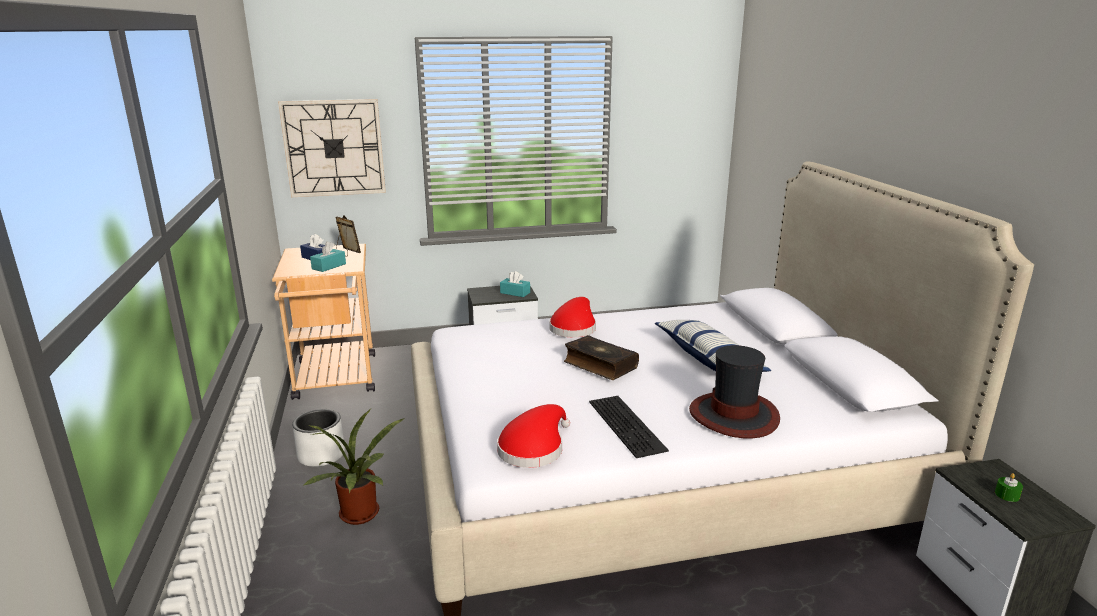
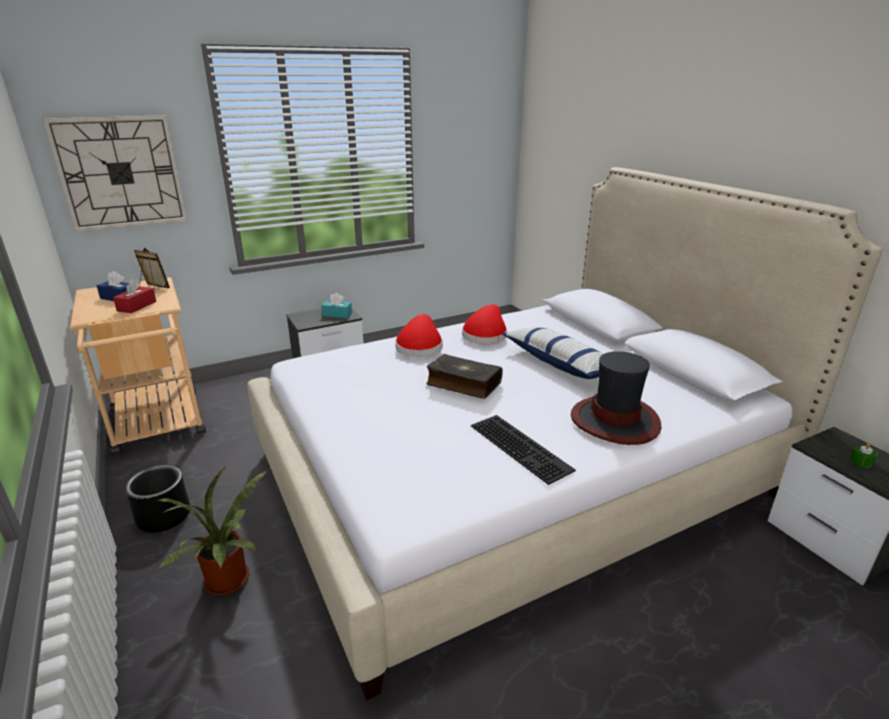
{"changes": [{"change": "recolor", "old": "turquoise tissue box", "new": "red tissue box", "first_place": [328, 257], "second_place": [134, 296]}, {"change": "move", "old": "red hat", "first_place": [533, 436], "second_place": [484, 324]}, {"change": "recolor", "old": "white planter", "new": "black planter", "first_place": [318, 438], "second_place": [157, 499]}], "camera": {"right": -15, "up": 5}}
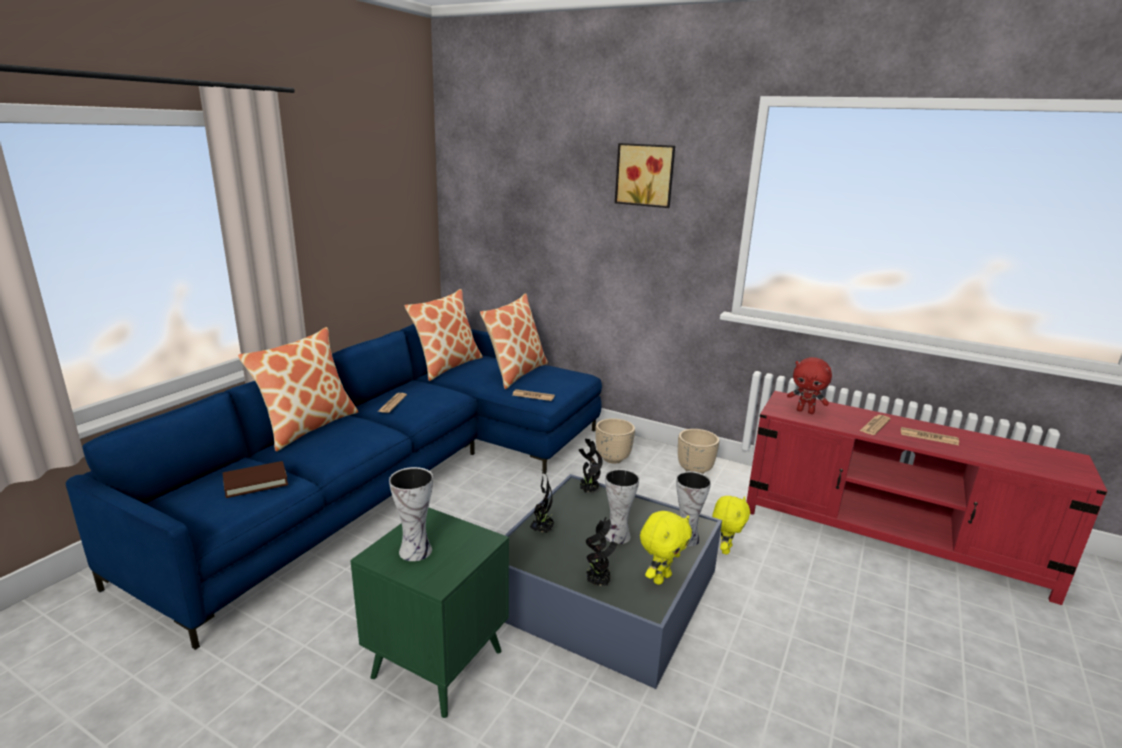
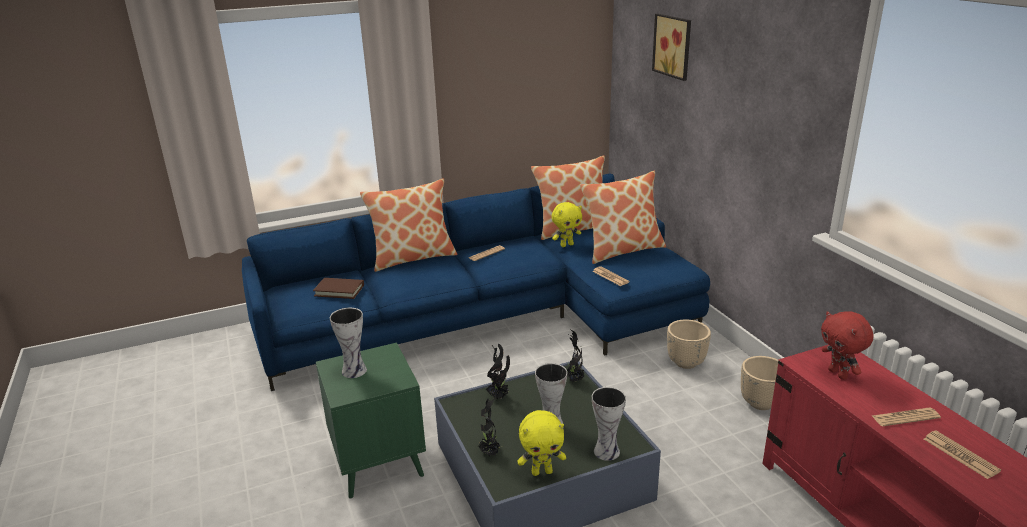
{"changes": [{"change": "move", "old": "picture", "first_place": [645, 175], "second_place": [671, 47]}, {"change": "move", "old": "yellow plush toy", "first_place": [731, 525], "second_place": [567, 224]}], "camera": {"right": 40, "up": 5}}
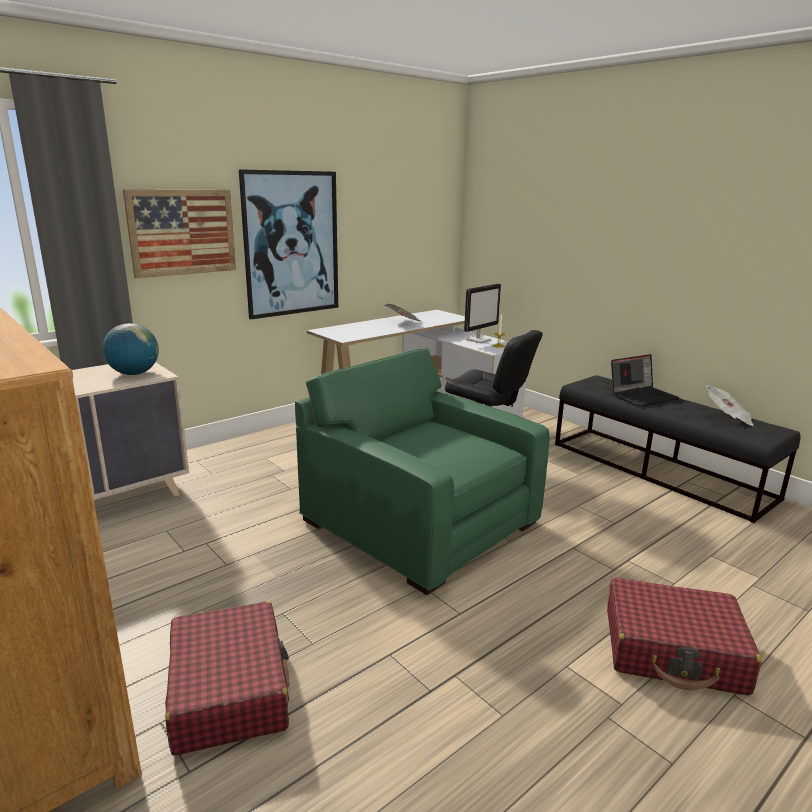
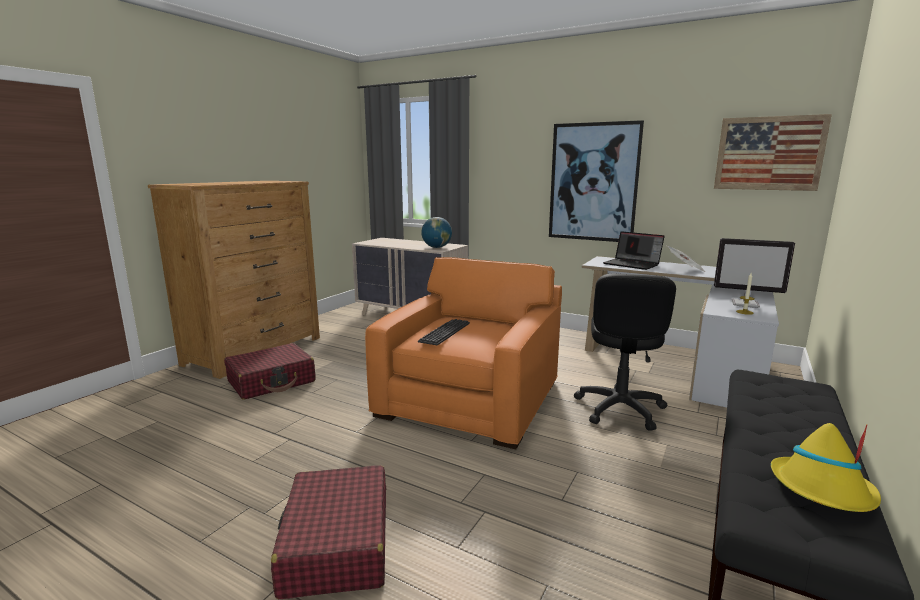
{"changes": [{"change": "move", "old": "picture", "first_place": [179, 233], "second_place": [773, 152]}, {"change": "recolor", "old": "green armchair", "new": "orange armchair", "first_place": [422, 471], "second_place": [463, 353]}, {"change": "move", "old": "laptop", "first_place": [645, 380], "second_place": [634, 250]}, {"change": "replace", "old": "newspaper", "new": "yellow hat", "first_place": [729, 406], "second_place": [826, 467]}, {"change": "insert", "new": "keyboard", "second_place": [444, 332]}], "camera": {"right": 70, "up": -5}}
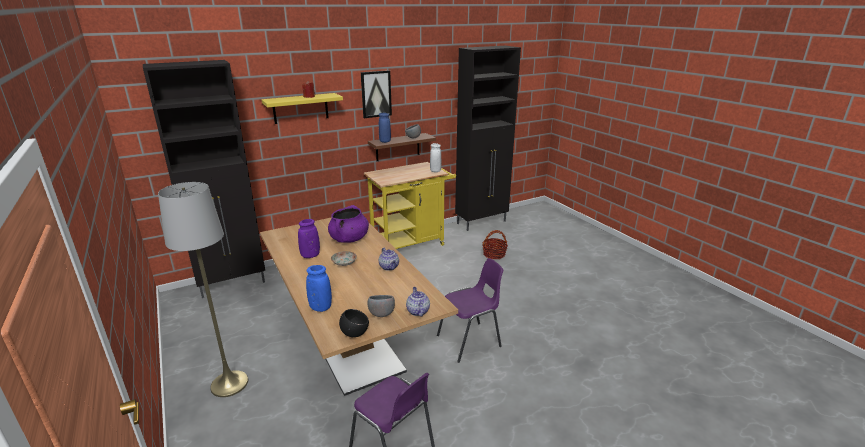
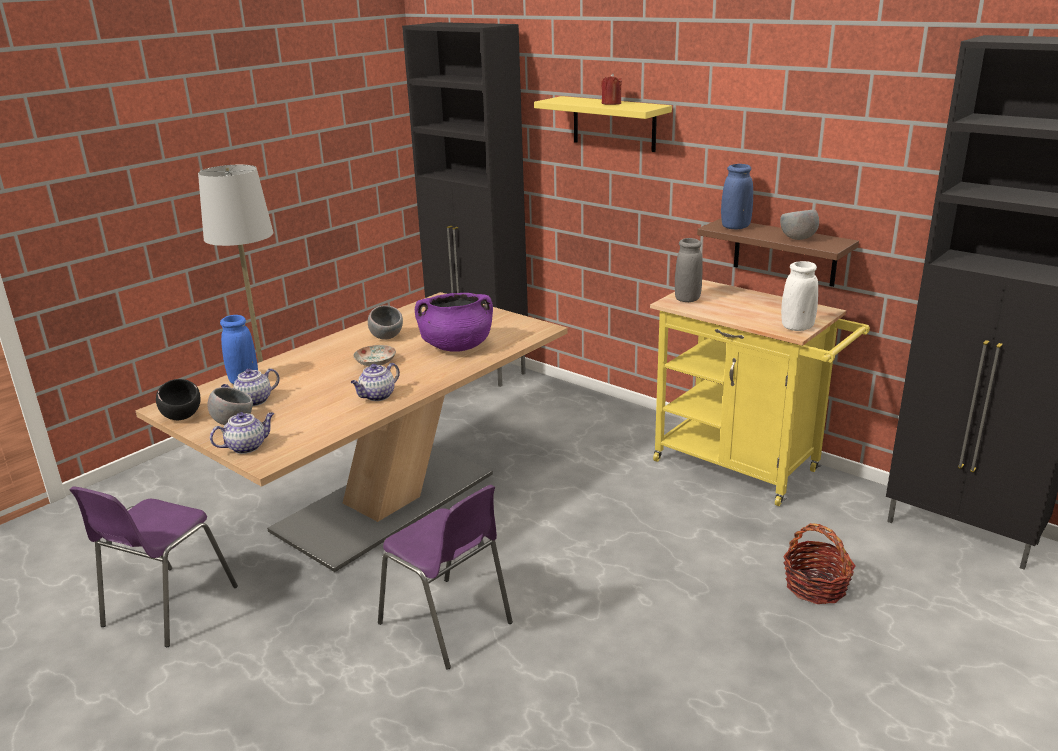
{"changes": [{"change": "delete", "old": "picture", "first_place": [376, 94]}, {"change": "replace", "old": "purple vase", "new": "grey bowl", "first_place": [309, 238], "second_place": [385, 322]}, {"change": "insert", "new": "grey vase", "second_place": [689, 270]}, {"change": "insert", "new": "teapot", "second_place": [250, 387]}], "camera": {"right": 70, "up": 0}}
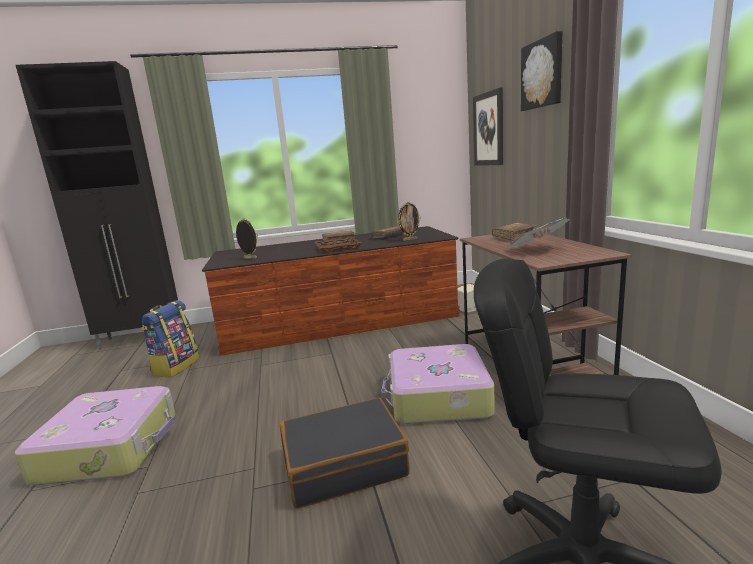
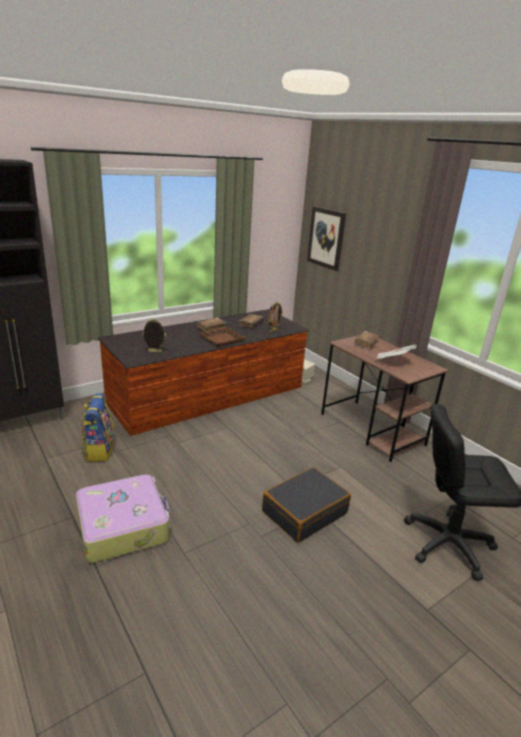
{"changes": [{"change": "delete", "old": "picture", "first_place": [542, 71]}, {"change": "delete", "old": "suitcase", "first_place": [438, 384]}], "camera": {"right": -25, "up": 10}}
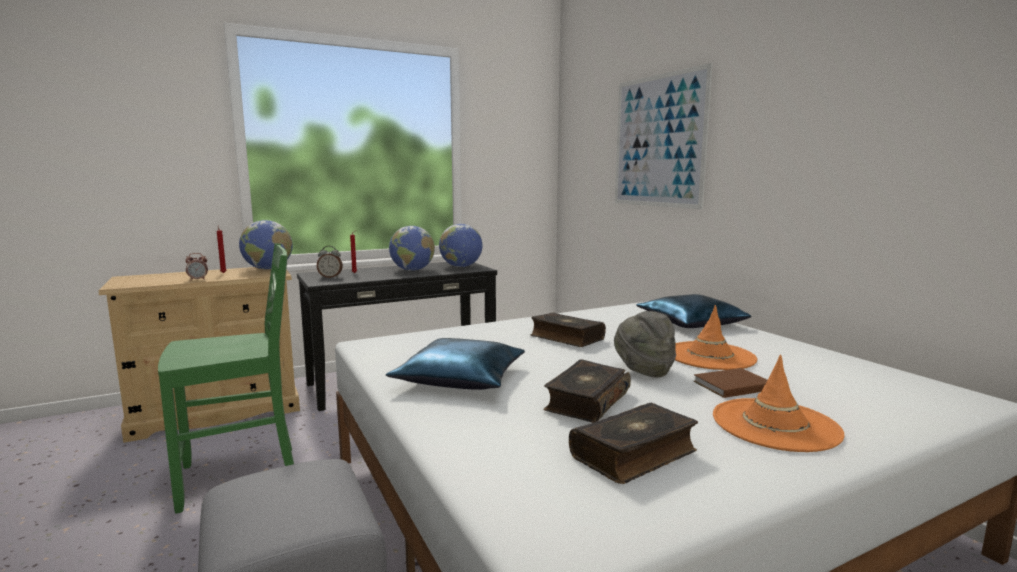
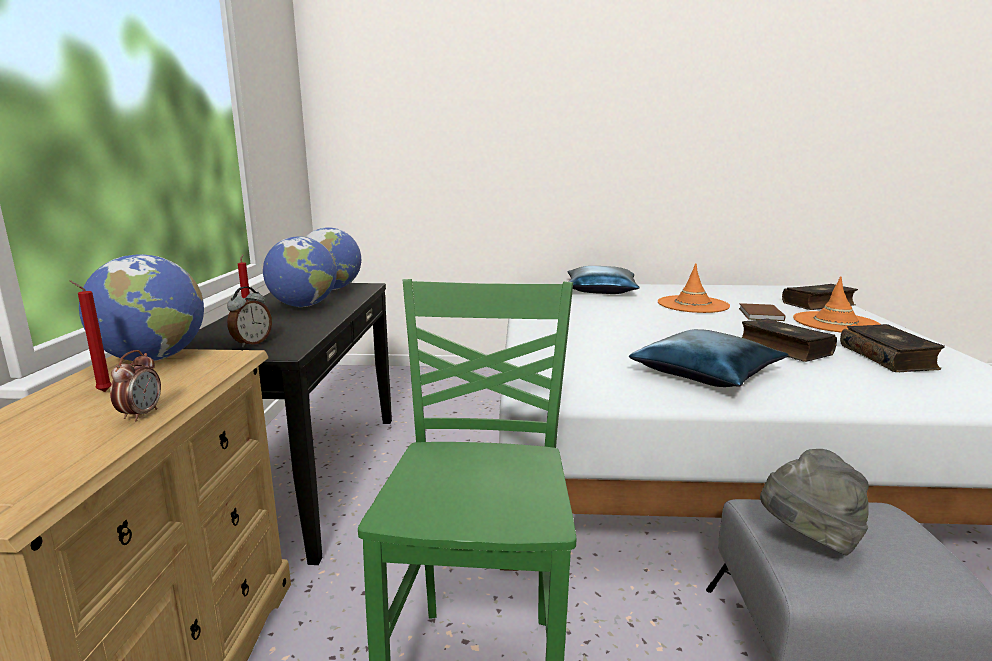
{"changes": [{"change": "delete", "old": "picture", "first_place": [664, 136]}, {"change": "move", "old": "grey hat", "first_place": [645, 344], "second_place": [814, 502]}, {"change": "move", "old": "book", "first_place": [568, 330], "second_place": [820, 297]}], "camera": {"right": -60, "up": 5}}
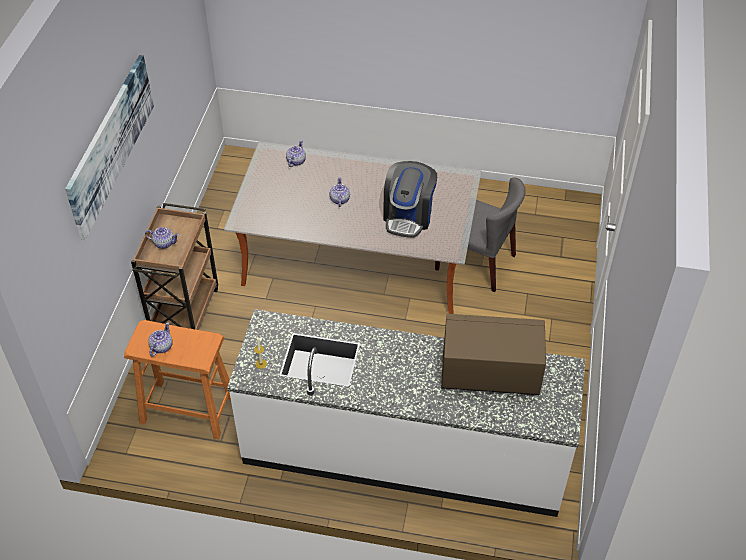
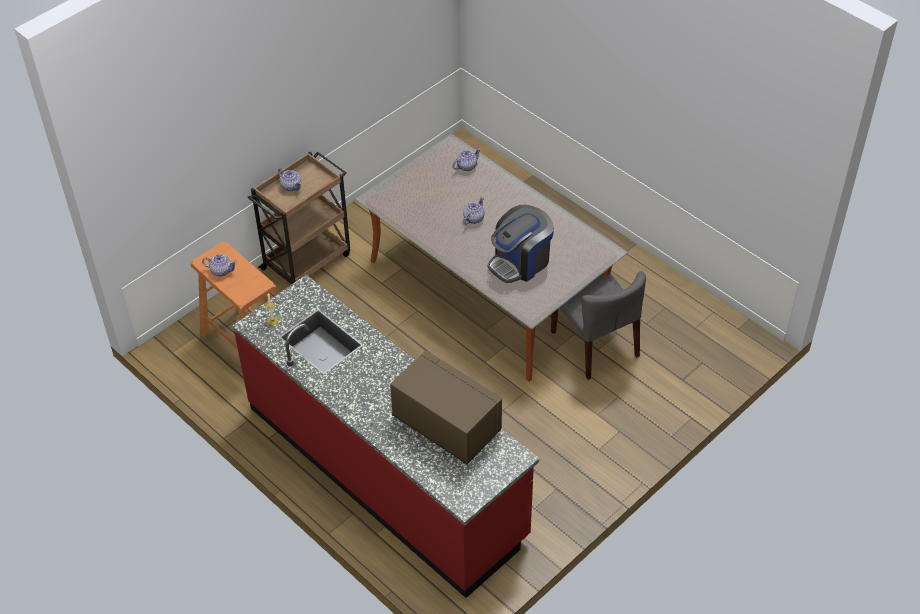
{"changes": [{"change": "delete", "old": "picture", "first_place": [109, 147]}, {"change": "recolor", "old": "white counter", "new": "red counter", "first_place": [406, 413], "second_place": [385, 436]}, {"change": "rotate", "old": "teapot", "first_place": [160, 339], "second_place": [219, 265], "degrees": 45}], "camera": {"right": 35, "up": 0}}
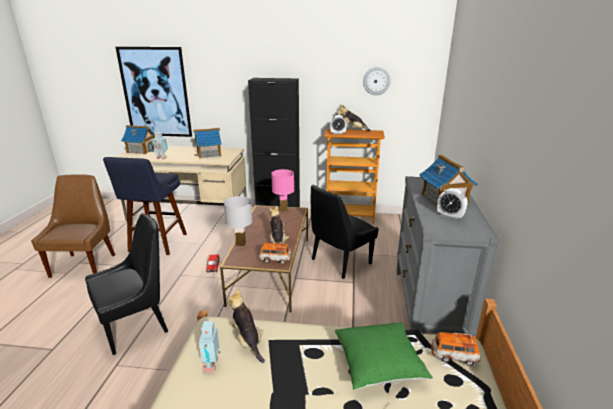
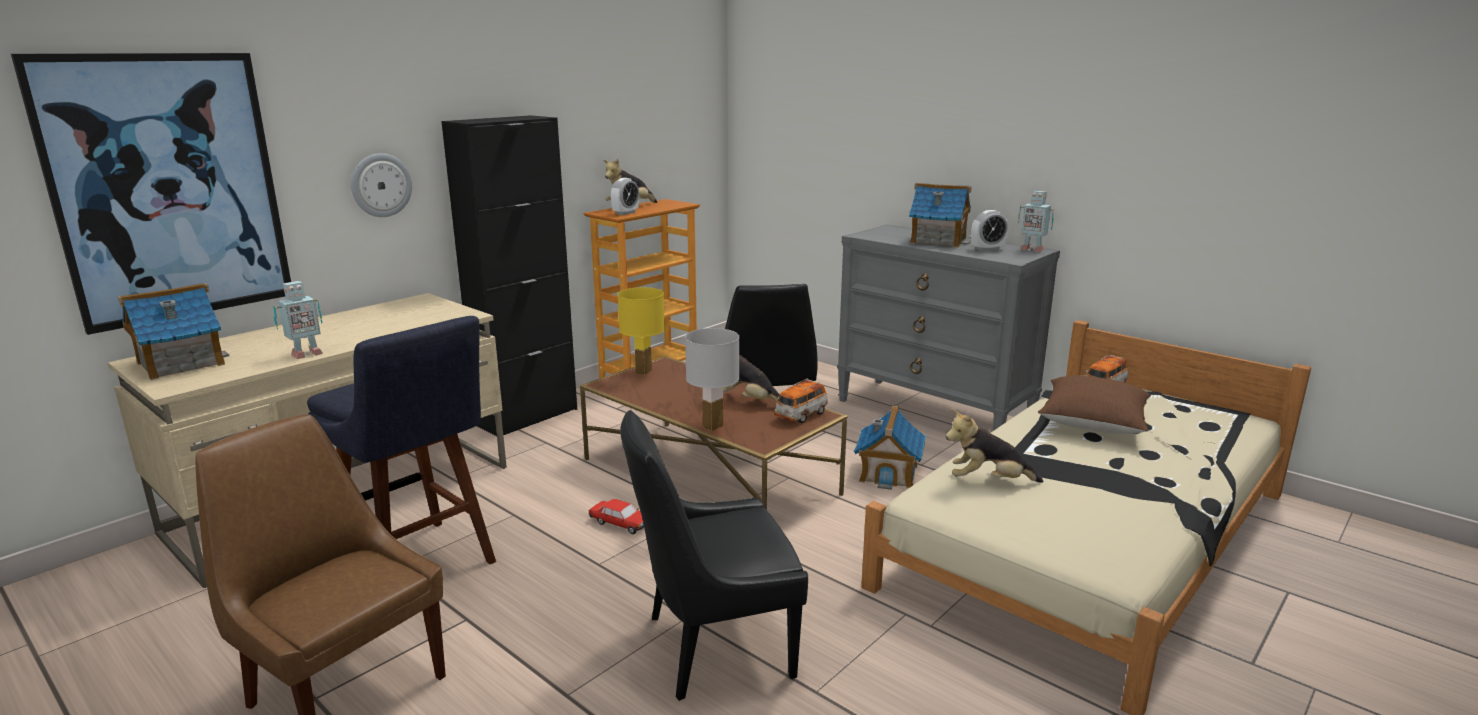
{"changes": [{"change": "move", "old": "wall clock", "first_place": [377, 81], "second_place": [381, 185]}, {"change": "move", "old": "toy house", "first_place": [207, 143], "second_place": [890, 448]}, {"change": "recolor", "old": "pink table lamp", "new": "yellow table lamp", "first_place": [282, 190], "second_place": [641, 331]}, {"change": "rotate", "old": "black chair", "first_place": [126, 284], "second_place": [714, 555], "degrees": -105}, {"change": "move", "old": "toy robot", "first_place": [210, 347], "second_place": [1036, 221]}, {"change": "recolor", "old": "green pillow", "new": "brown pillow", "first_place": [384, 356], "second_place": [1094, 405]}], "camera": {"right": -55, "up": -5}}
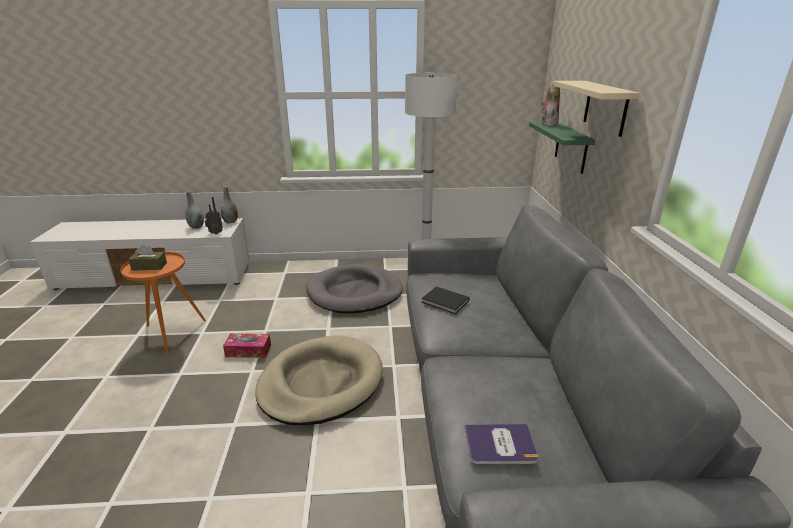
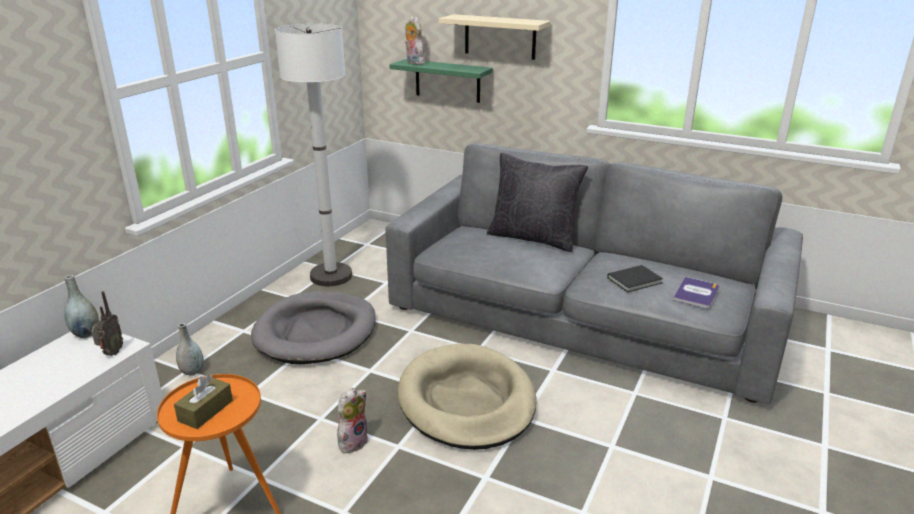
{"changes": [{"change": "move", "old": "grey vase", "first_place": [194, 210], "second_place": [190, 349]}, {"change": "move", "old": "black book", "first_place": [446, 300], "second_place": [635, 278]}, {"change": "replace", "old": "tissue box", "new": "plush toy", "first_place": [247, 345], "second_place": [352, 421]}, {"change": "insert", "new": "black pillow", "second_place": [537, 202]}], "camera": {"right": -60, "up": 0}}
